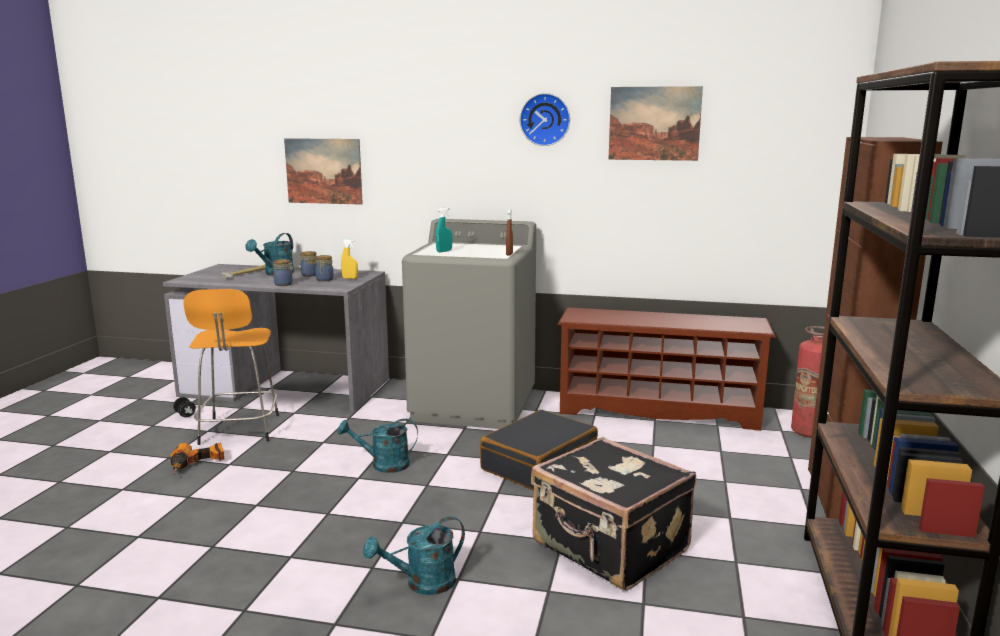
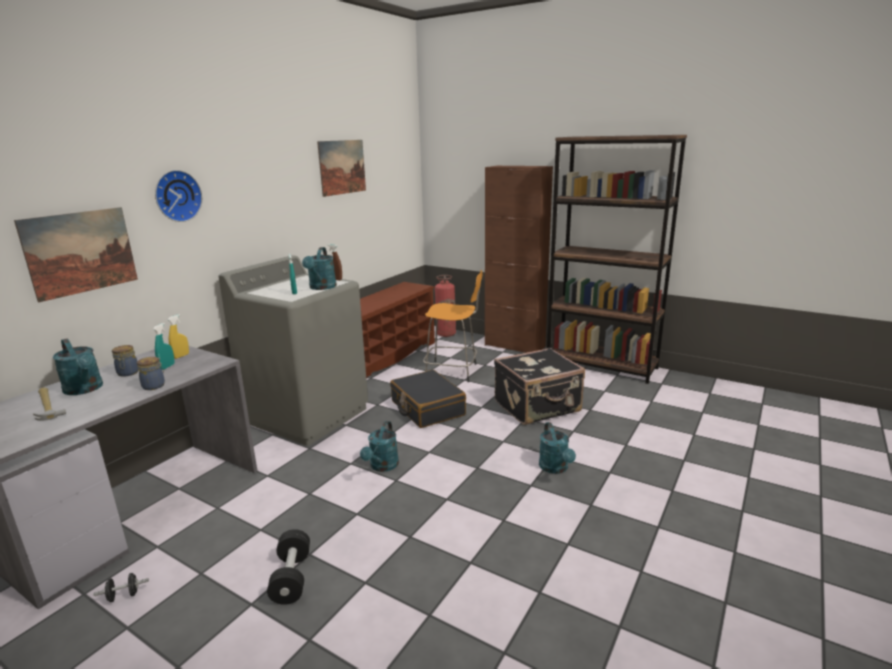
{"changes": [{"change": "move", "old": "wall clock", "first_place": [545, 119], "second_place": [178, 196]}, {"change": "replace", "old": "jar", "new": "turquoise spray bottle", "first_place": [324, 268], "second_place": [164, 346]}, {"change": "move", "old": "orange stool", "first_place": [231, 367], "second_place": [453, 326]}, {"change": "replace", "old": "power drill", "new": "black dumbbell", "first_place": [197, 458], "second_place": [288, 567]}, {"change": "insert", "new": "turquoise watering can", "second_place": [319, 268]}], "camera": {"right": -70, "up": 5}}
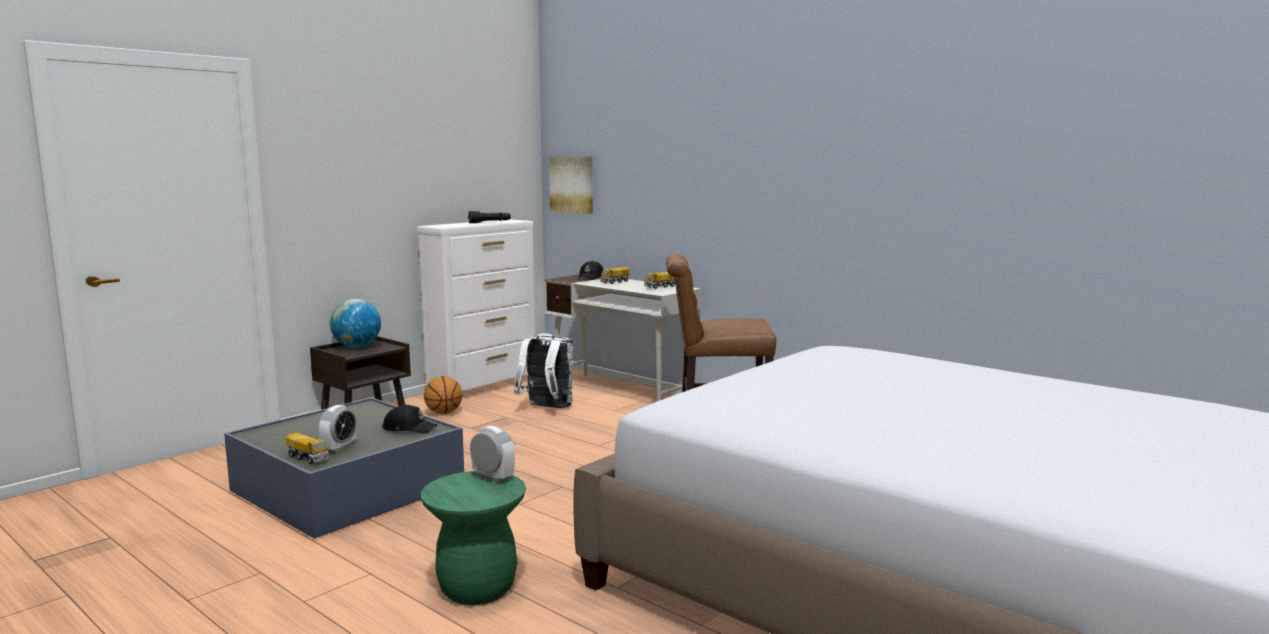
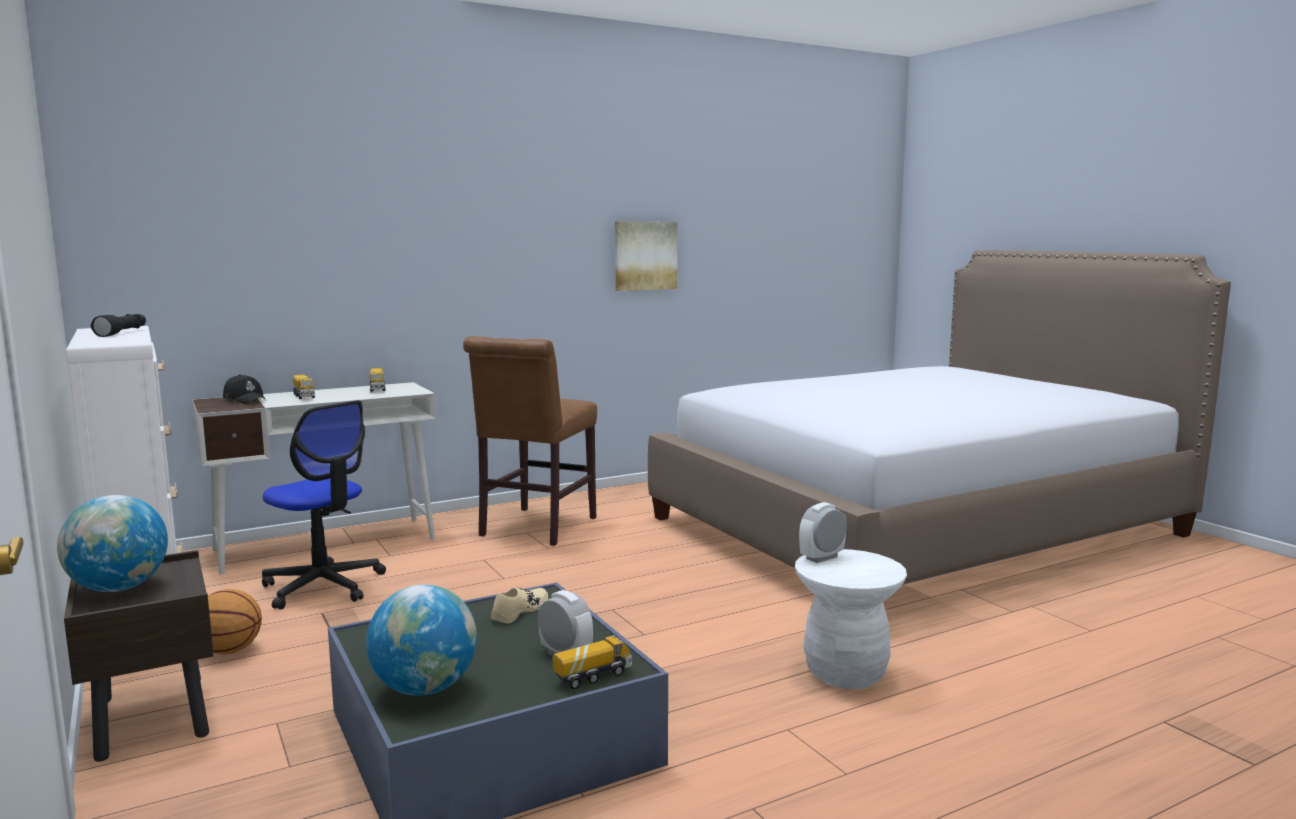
{"changes": [{"change": "move", "old": "picture", "first_place": [571, 185], "second_place": [646, 256]}, {"change": "replace", "old": "white backpack", "new": "office chair", "first_place": [543, 370], "second_place": [324, 504]}, {"change": "replace", "old": "black cap", "new": "beige shoe", "first_place": [410, 419], "second_place": [519, 605]}, {"change": "recolor", "old": "green stool", "new": "white stool", "first_place": [473, 538], "second_place": [851, 619]}, {"change": "insert", "new": "globe", "second_place": [421, 640]}], "camera": {"right": -70, "up": 0}}
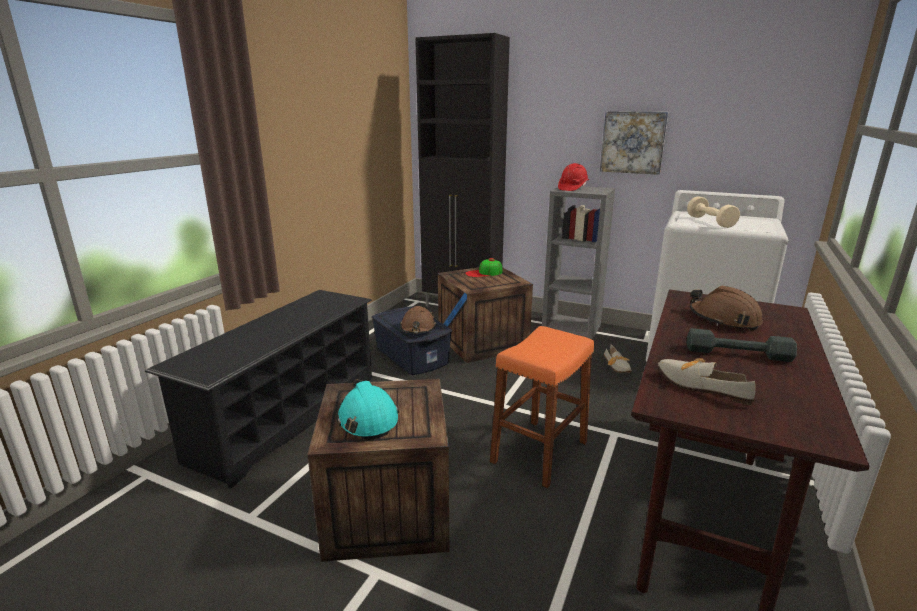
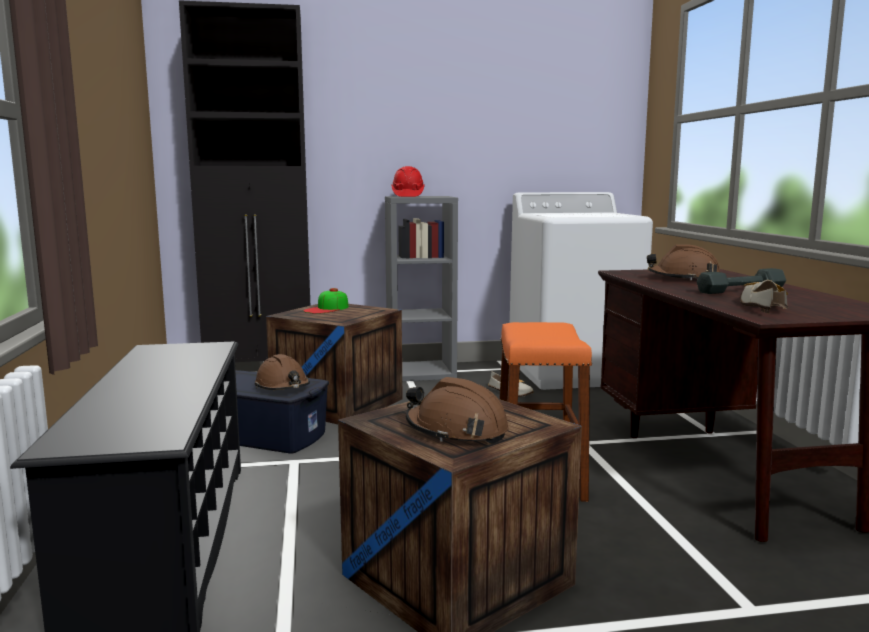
{"changes": [{"change": "delete", "old": "picture", "first_place": [634, 143]}, {"change": "delete", "old": "beige dumbbell", "first_place": [713, 212]}, {"change": "rotate", "old": "shoe", "first_place": [707, 381], "second_place": [764, 297], "degrees": 90}, {"change": "recolor", "old": "turquoise hard hat", "new": "brown hard hat", "first_place": [367, 409], "second_place": [457, 410]}], "camera": {"right": -35, "up": -10}}
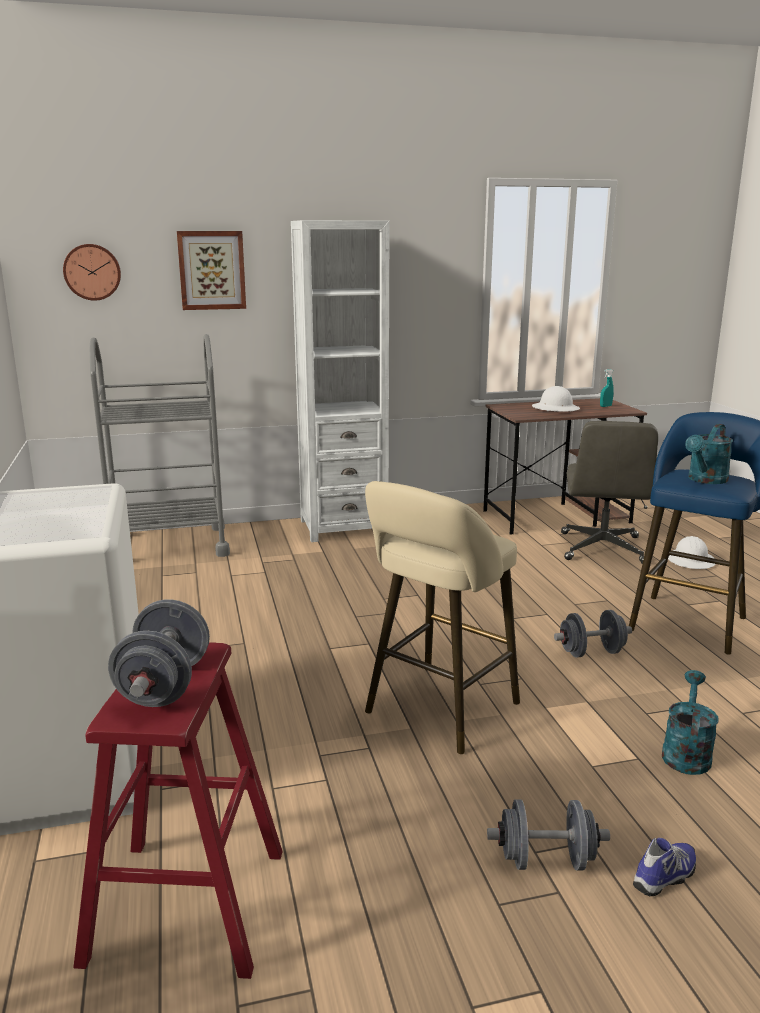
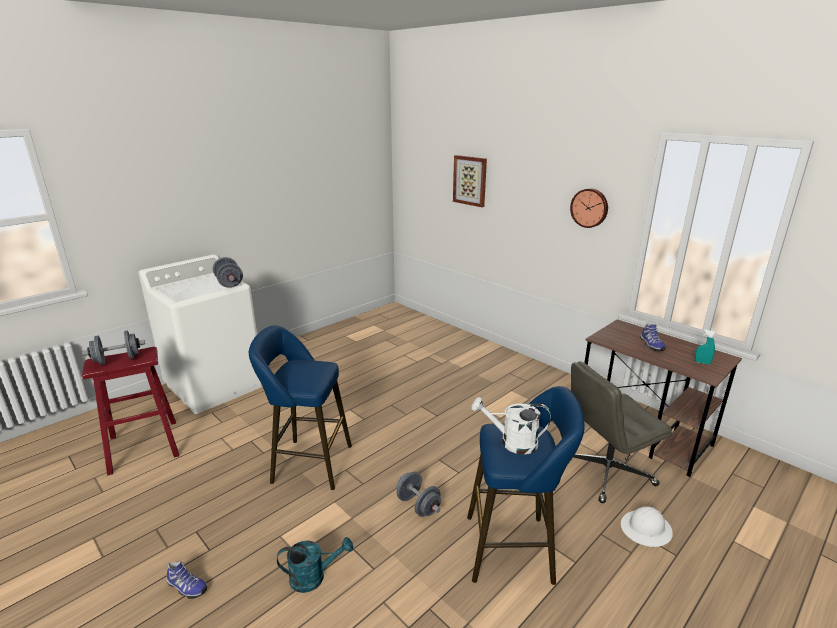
{"changes": [{"change": "delete", "old": "white bookcase", "first_place": [340, 381]}, {"change": "move", "old": "wall clock", "first_place": [92, 272], "second_place": [589, 208]}, {"change": "delete", "old": "grey cart", "first_place": [160, 445]}, {"change": "replace", "old": "white hard hat", "new": "shoe", "first_place": [556, 399], "second_place": [653, 337]}, {"change": "recolor", "old": "turquoise watering can", "new": "white watering can", "first_place": [709, 454], "second_place": [511, 426]}, {"change": "recolor", "old": "beige stool", "new": "blue stool", "first_place": [442, 617], "second_place": [300, 407]}, {"change": "move", "old": "grey dumbbell", "first_place": [548, 835], "second_place": [228, 272]}], "camera": {"right": 60, "up": 5}}
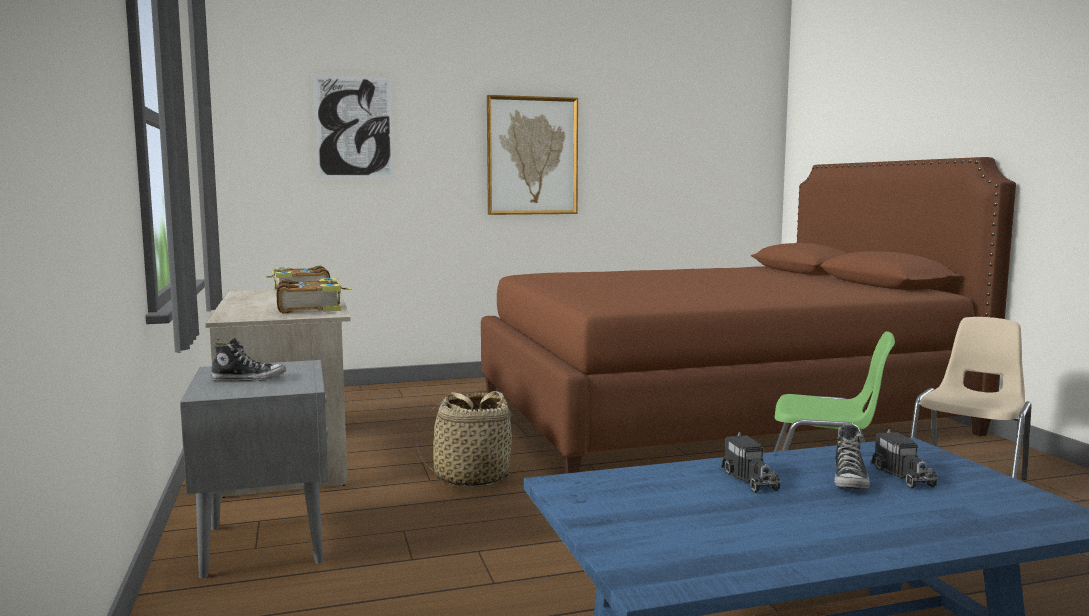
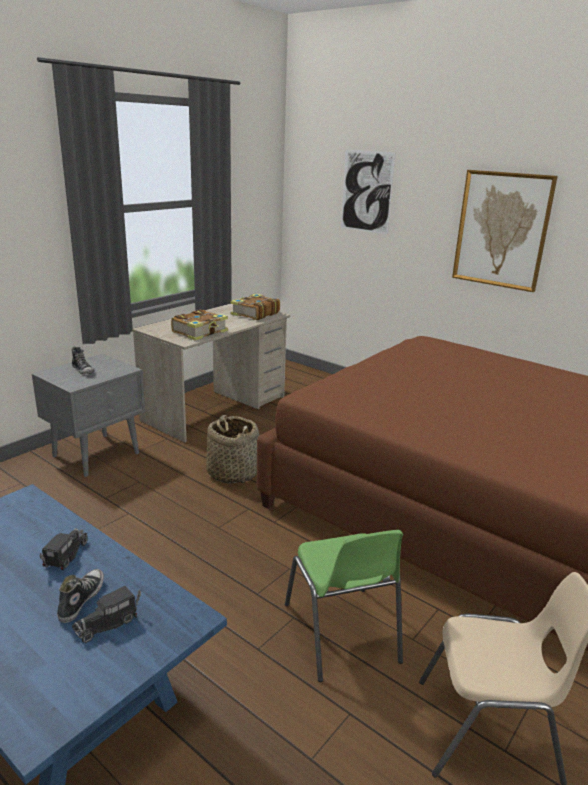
{"changes": [{"change": "rotate", "old": "shoe", "first_place": [852, 456], "second_place": [80, 596], "degrees": 120}, {"change": "rotate", "old": "toy truck", "first_place": [750, 462], "second_place": [64, 549], "degrees": 150}], "camera": {"right": 55, "up": 15}}
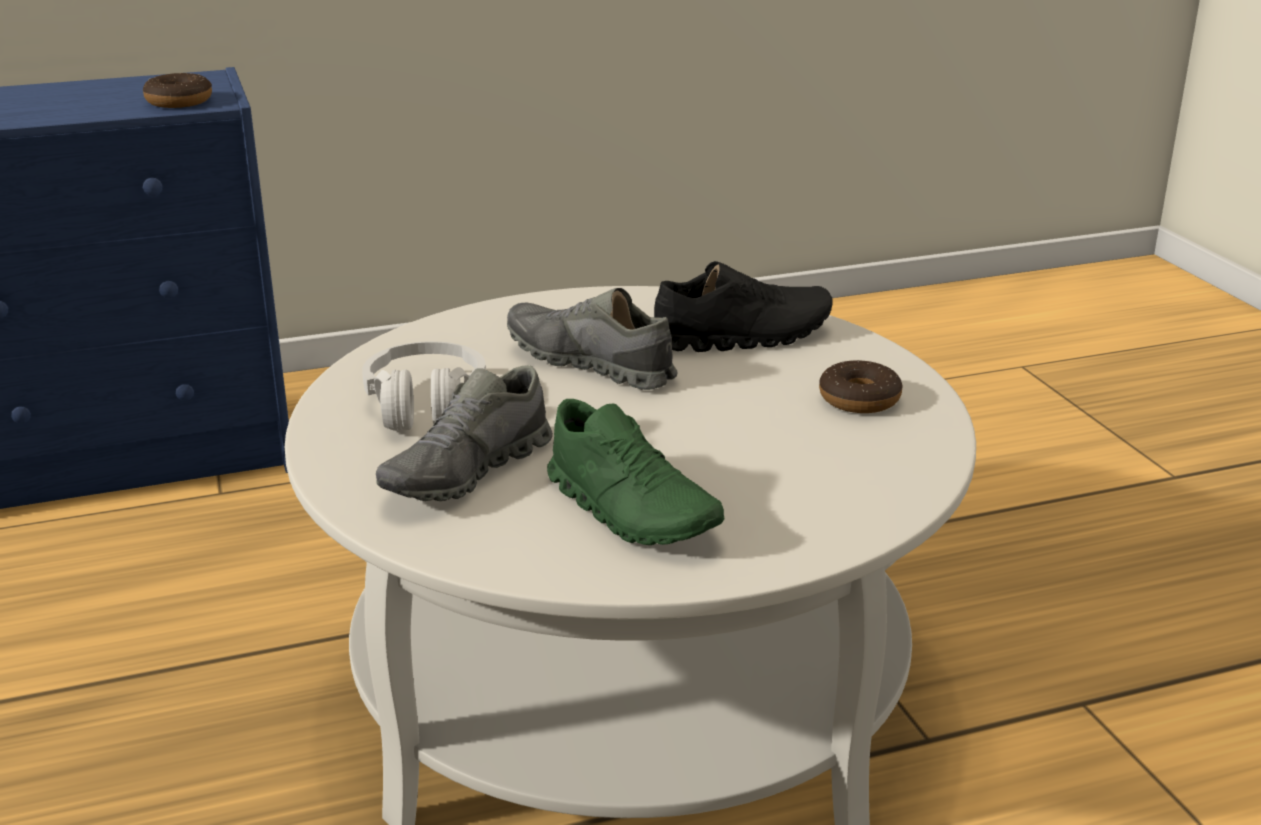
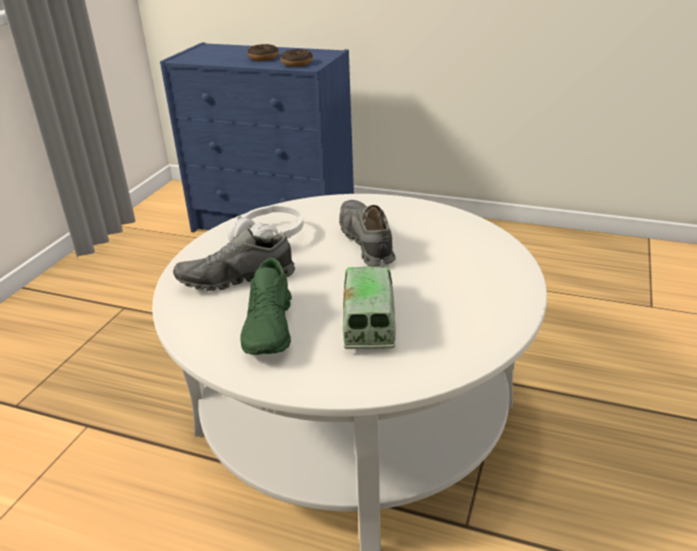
{"changes": [{"change": "delete", "old": "black shoe", "first_place": [743, 306]}, {"change": "move", "old": "donut", "first_place": [861, 386], "second_place": [263, 52]}, {"change": "insert", "new": "toy truck", "second_place": [369, 308]}], "camera": {"right": 40, "up": 5}}
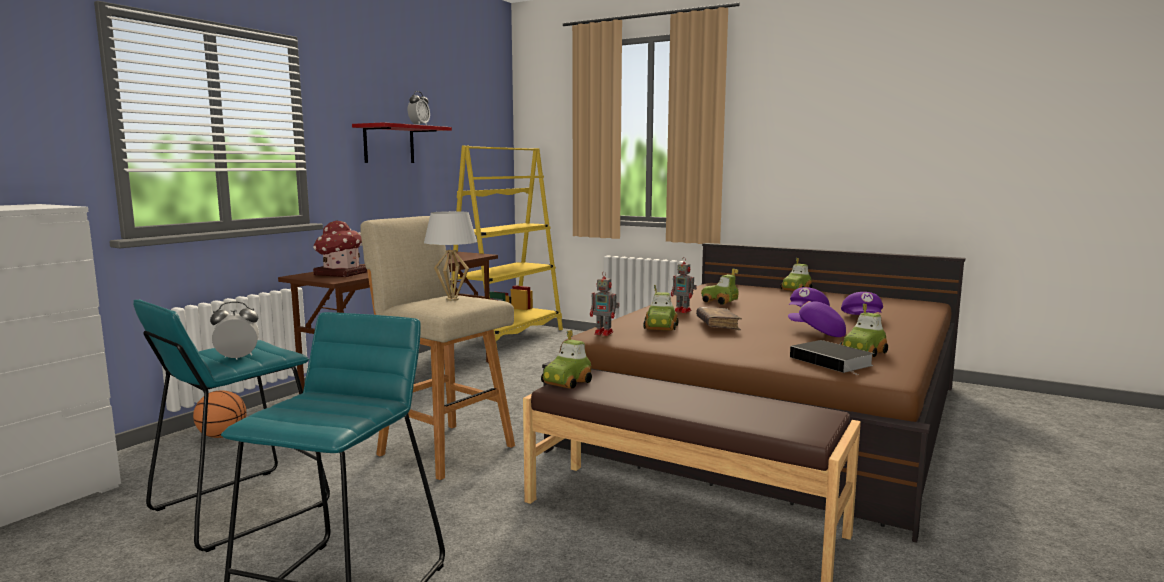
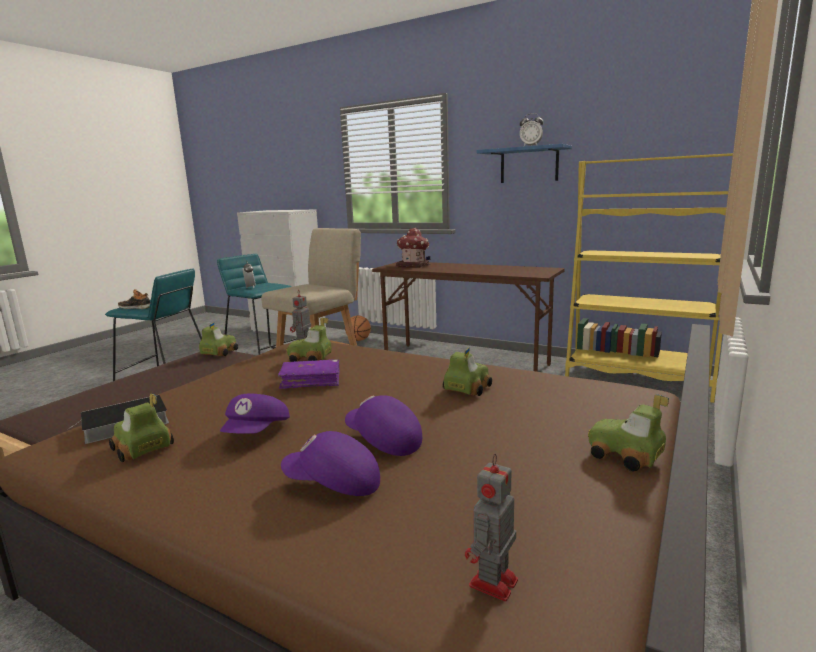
{"changes": [{"change": "recolor", "old": "red shelf", "new": "blue shelf", "first_place": [402, 142], "second_place": [524, 163]}, {"change": "delete", "old": "white table lamp", "first_place": [450, 256]}, {"change": "move", "old": "toy robot", "first_place": [684, 285], "second_place": [491, 527]}, {"change": "rotate", "old": "purple cap", "first_place": [817, 319], "second_place": [255, 414], "degrees": 150}, {"change": "recolor", "old": "brown book", "new": "purple book", "first_place": [719, 318], "second_place": [309, 374]}, {"change": "rotate", "old": "toy car", "first_place": [566, 359], "second_place": [218, 339], "degrees": 75}, {"change": "insert", "new": "shoe", "second_place": [134, 299]}], "camera": {"right": 90, "up": 5}}
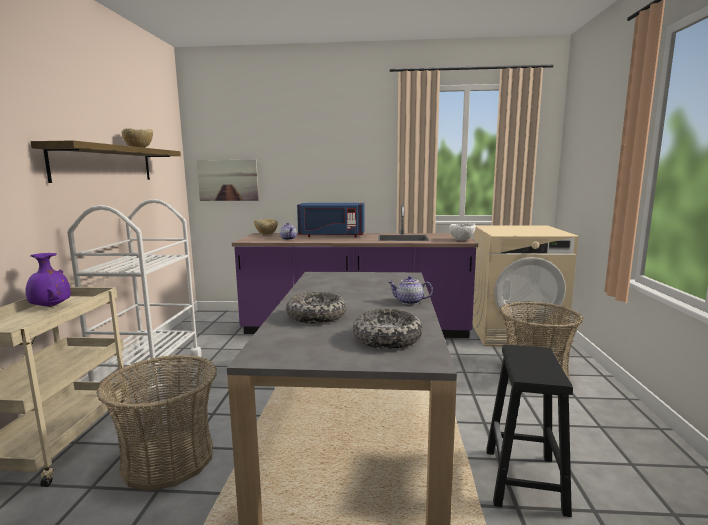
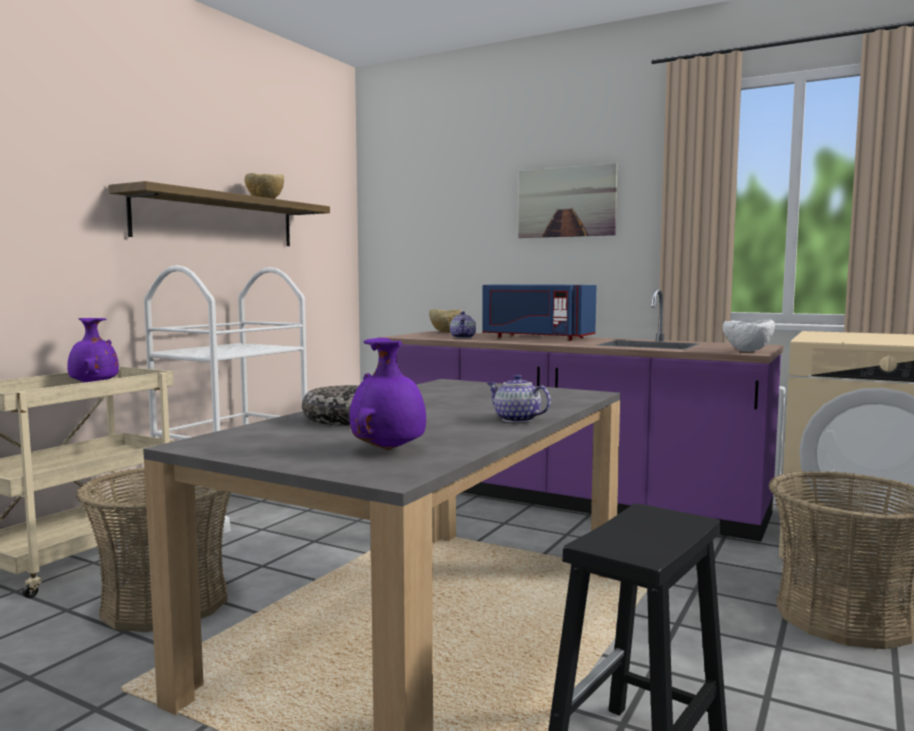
{"changes": [{"change": "move", "old": "picture", "first_place": [228, 180], "second_place": [568, 200]}, {"change": "replace", "old": "bowl", "new": "purple vase", "first_place": [388, 329], "second_place": [387, 394]}], "camera": {"right": 25, "up": -5}}
